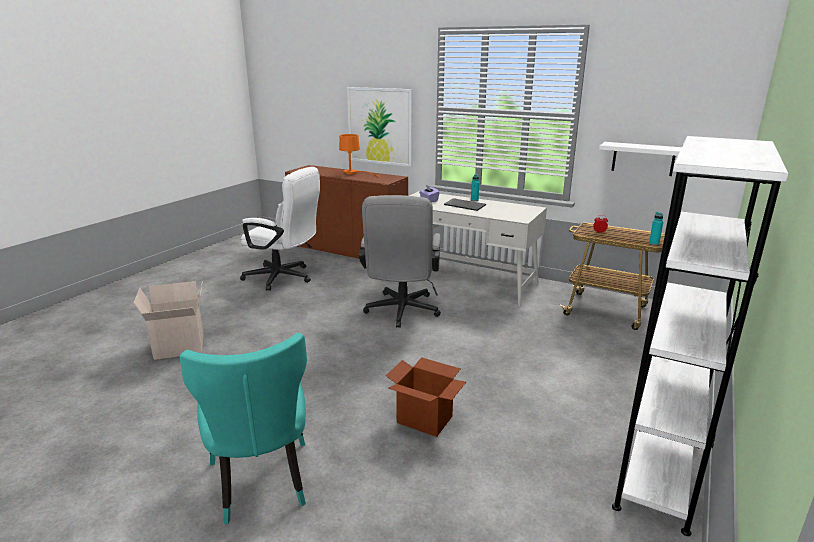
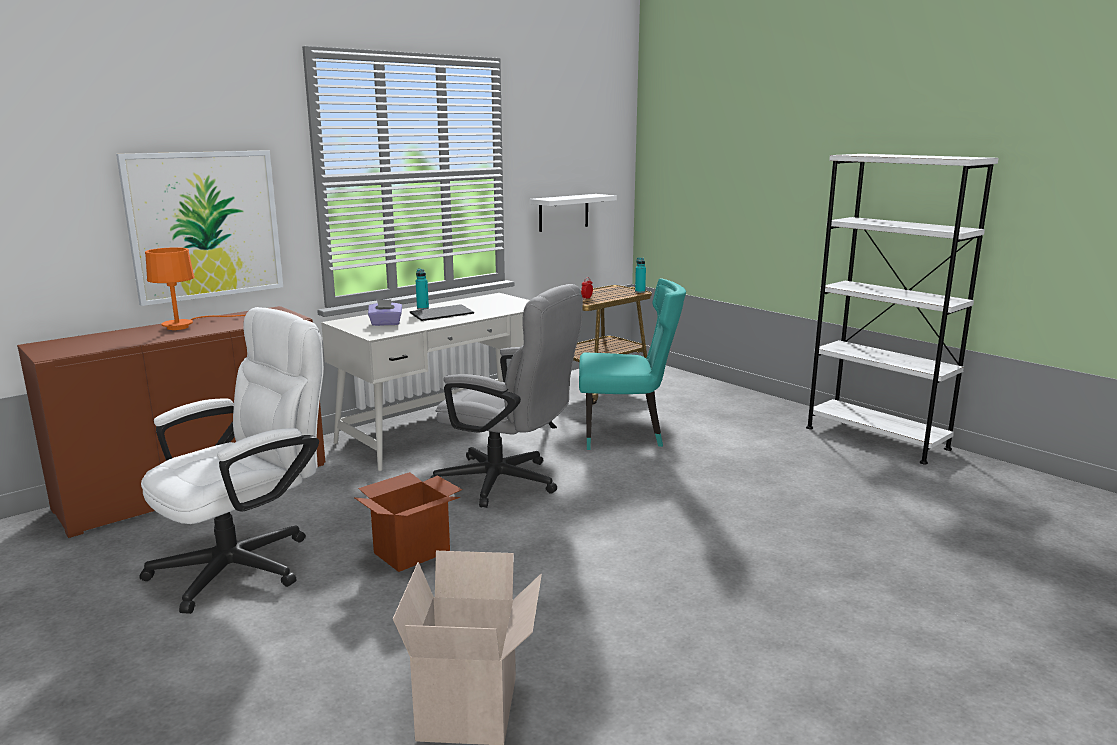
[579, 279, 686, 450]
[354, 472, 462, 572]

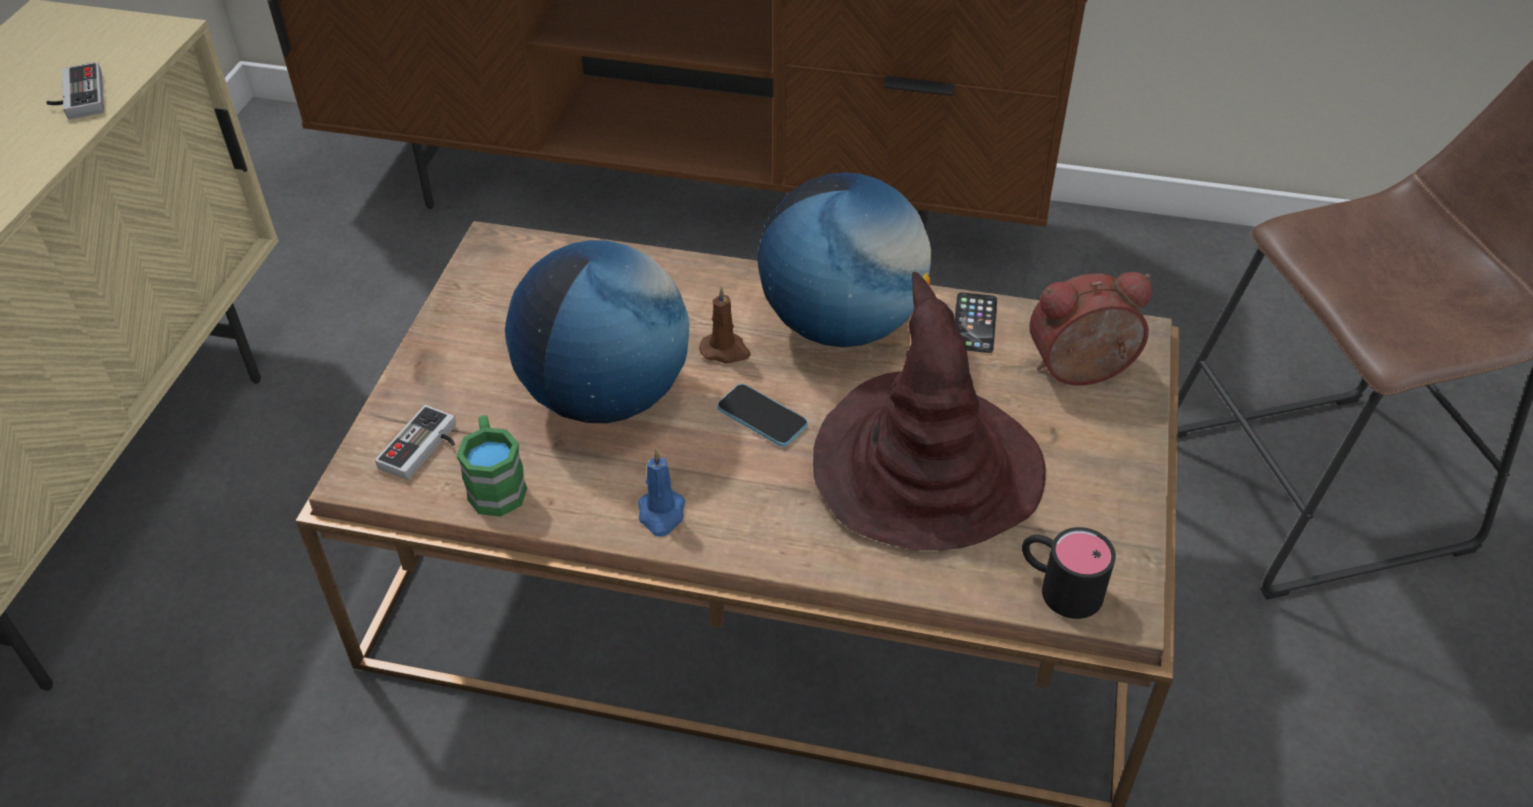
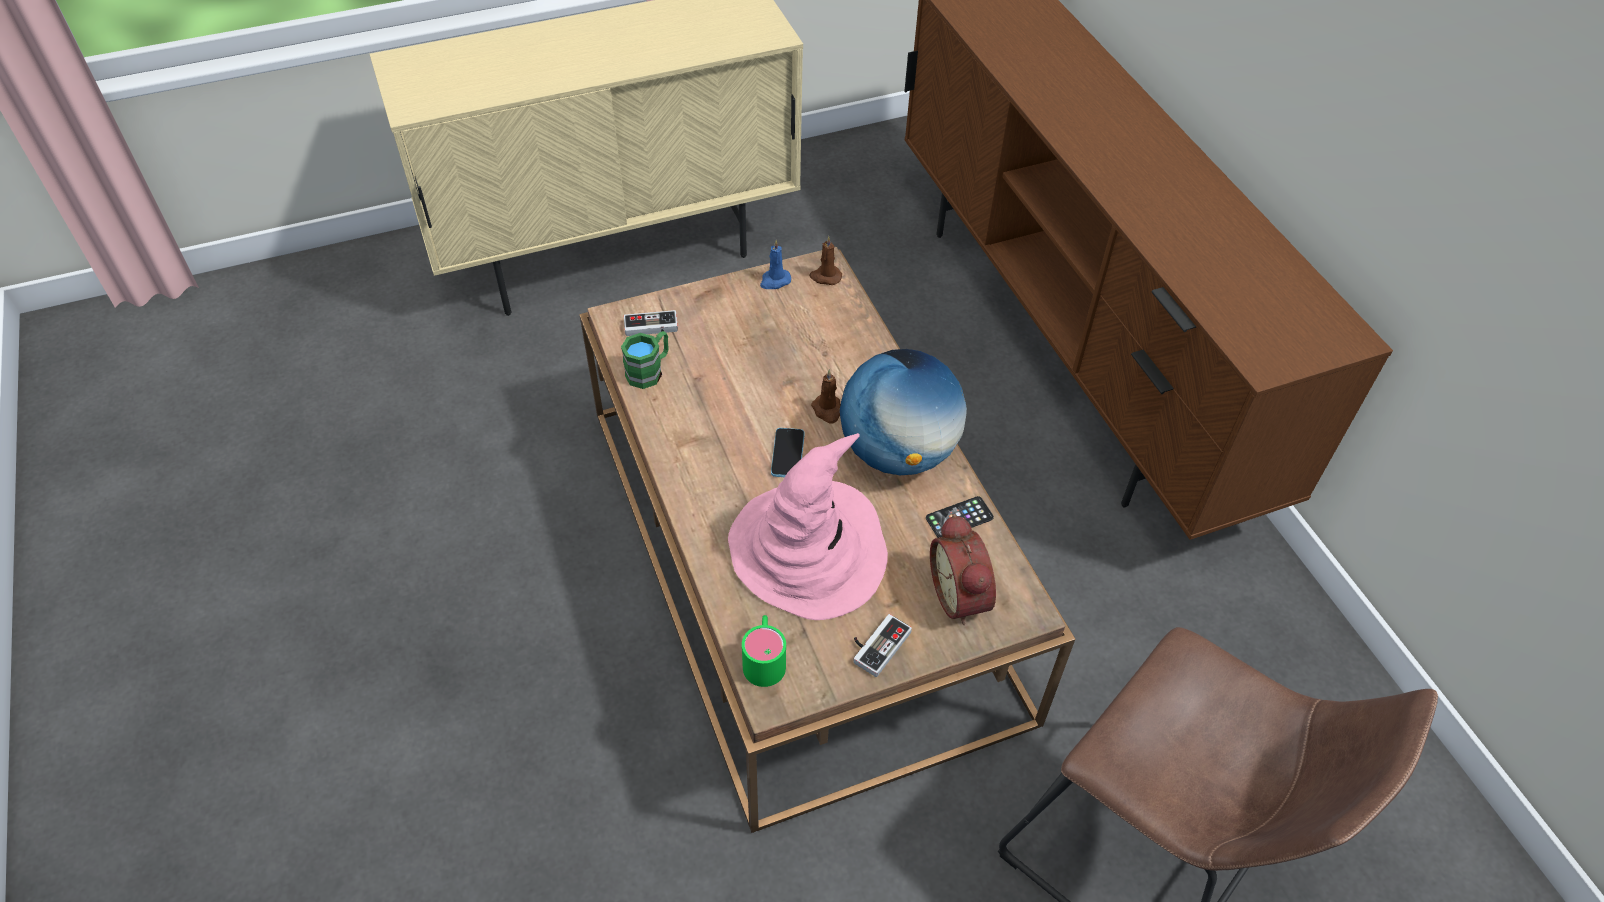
[853, 614, 912, 677]
[505, 240, 689, 423] (first image)
[760, 240, 791, 289]
[728, 433, 888, 620]
[742, 615, 786, 687]
[930, 514, 996, 625]
[809, 236, 842, 285]

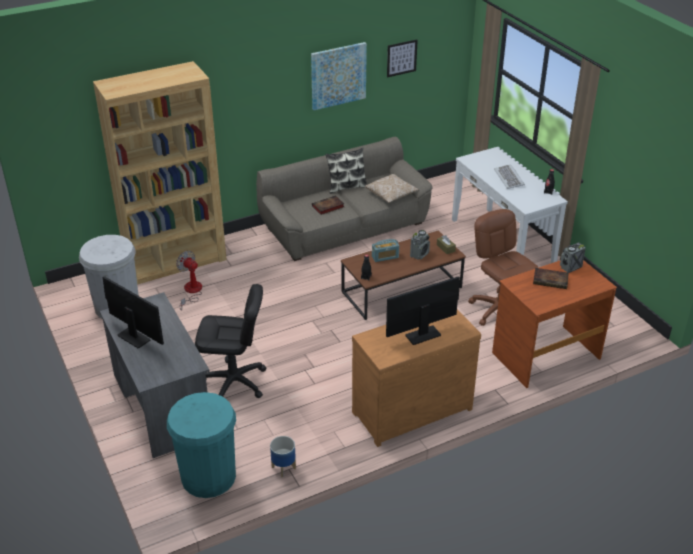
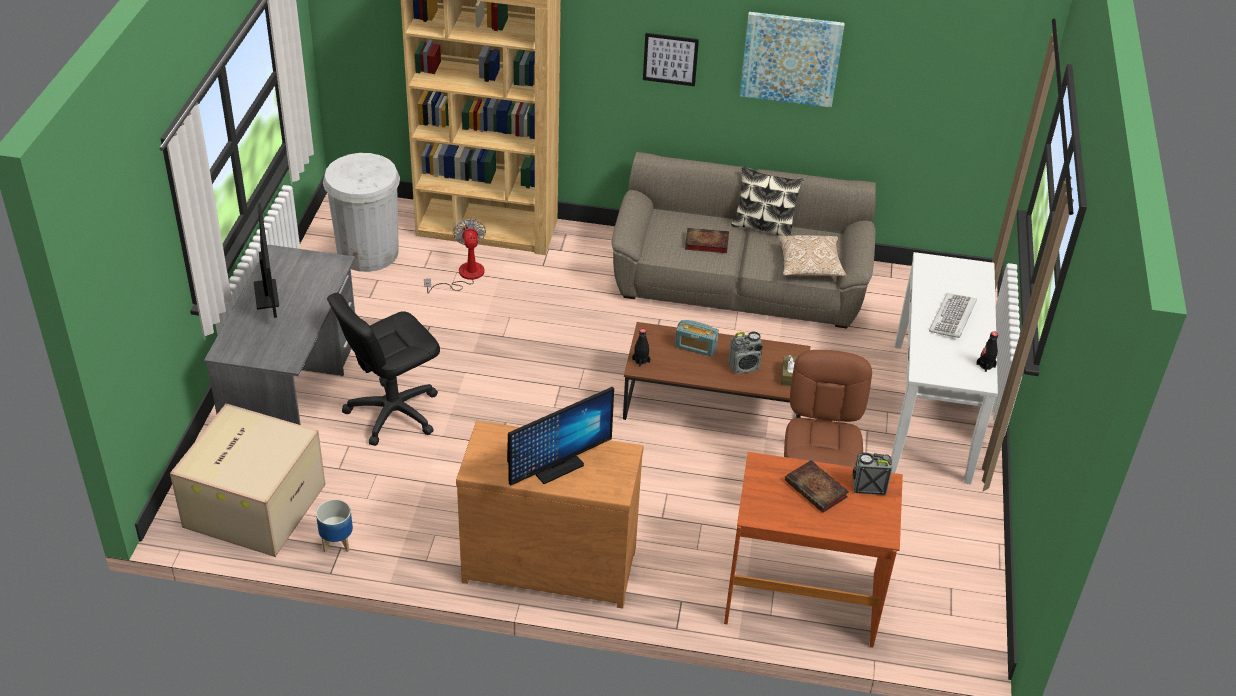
[170, 403, 326, 557]
[327, 292, 440, 446]
[507, 387, 614, 486]
[643, 33, 699, 86]

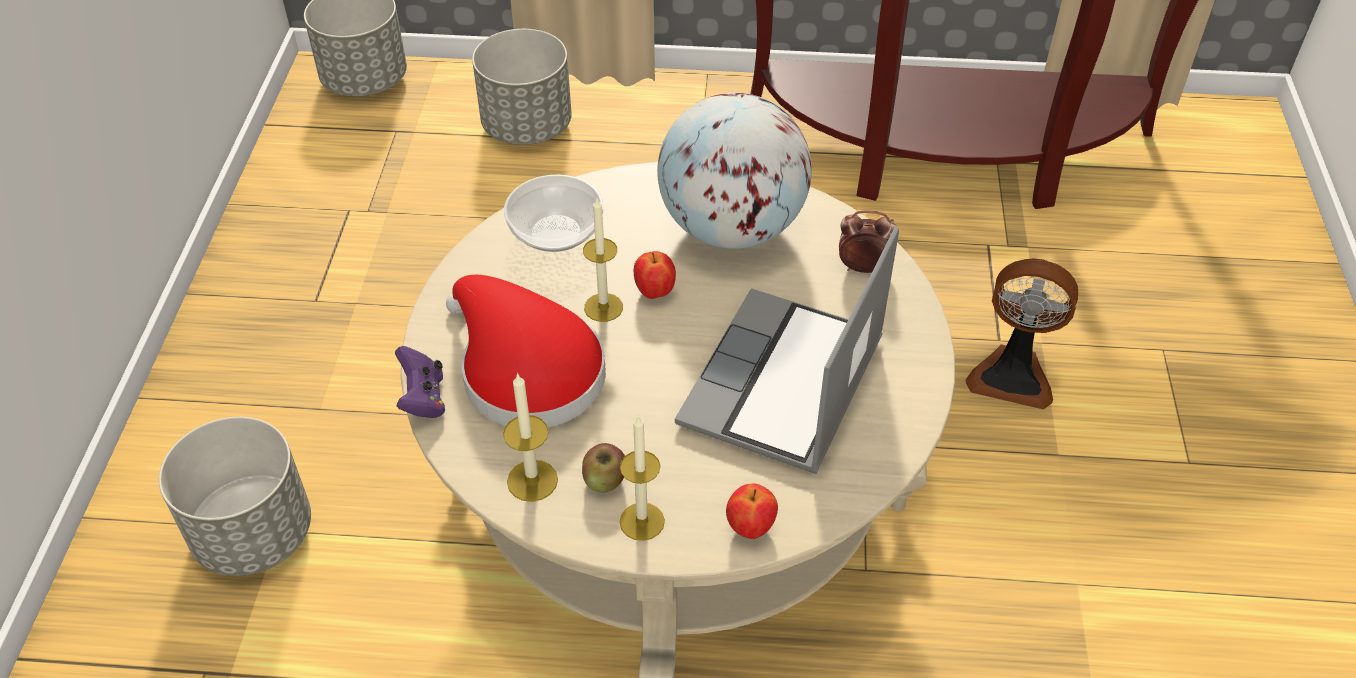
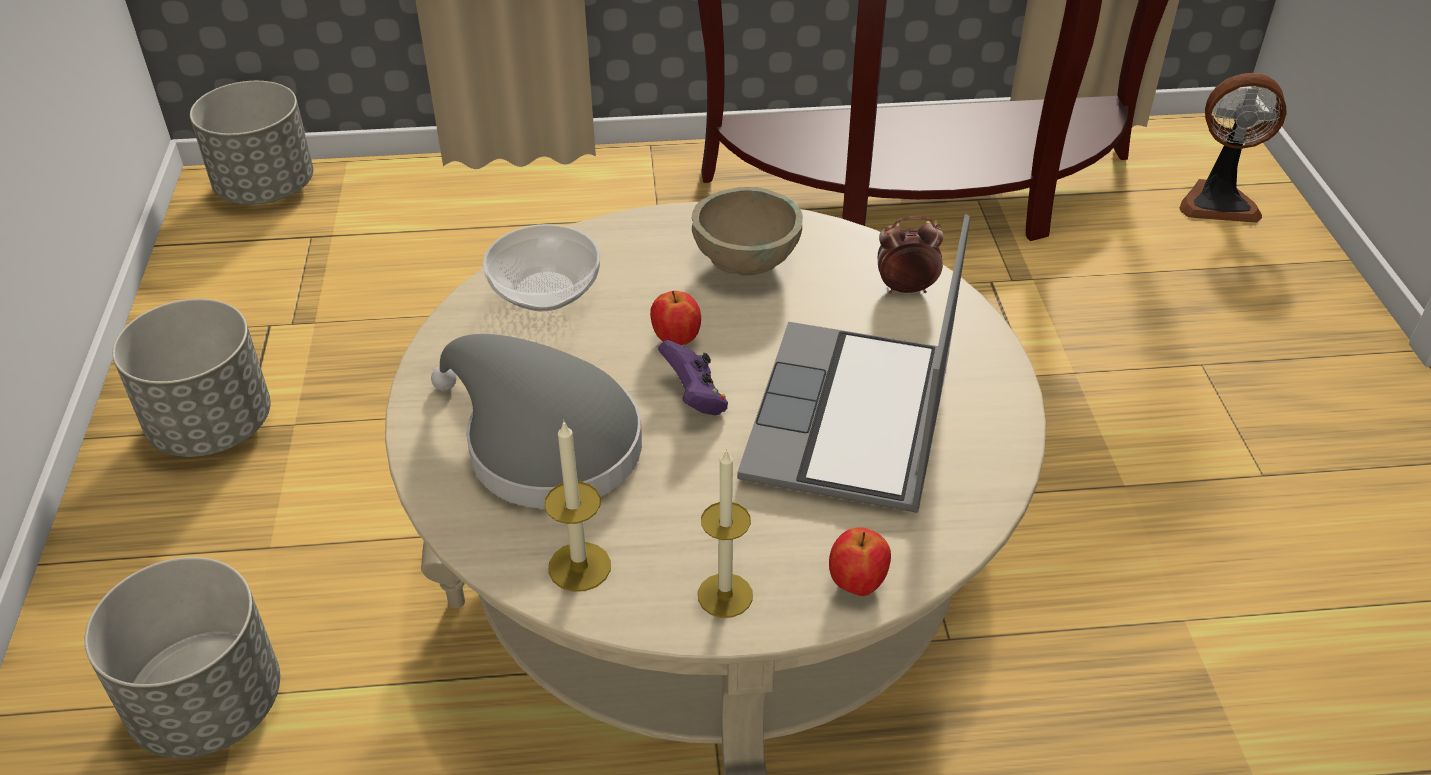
[658, 340, 728, 415]
[431, 334, 642, 509]
[112, 299, 271, 457]
[582, 443, 625, 493] (first image)
[583, 198, 623, 322] (first image)
[692, 187, 803, 276]
[1179, 73, 1287, 223]

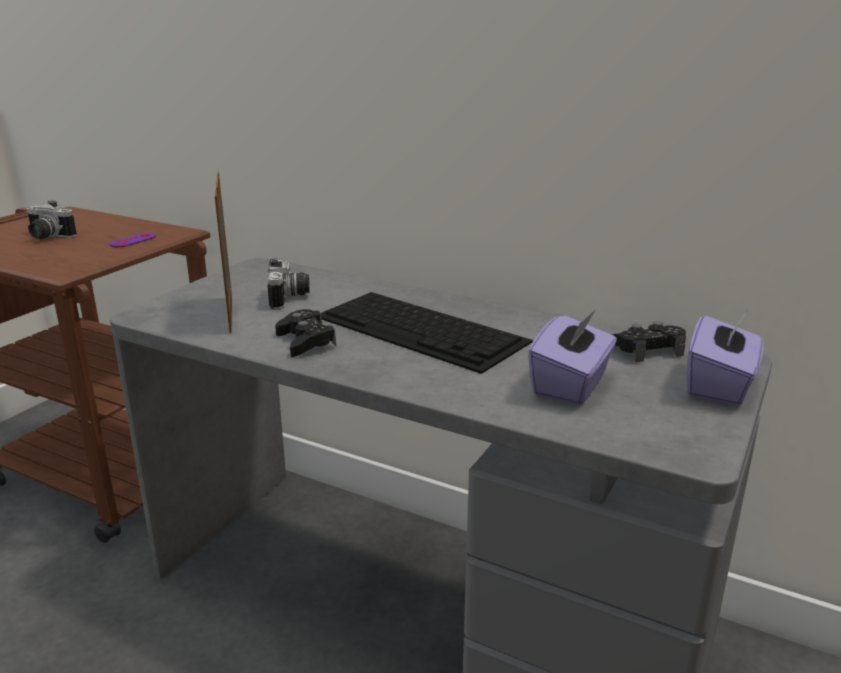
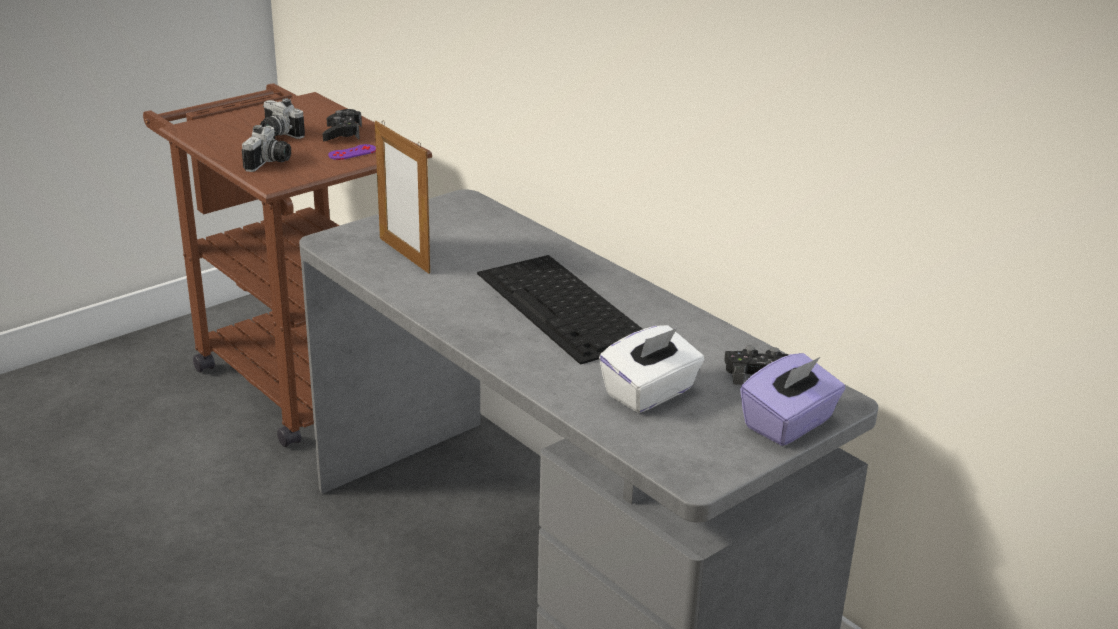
[375, 120, 430, 274]
[242, 125, 291, 172]
[323, 109, 362, 141]
[599, 325, 704, 413]

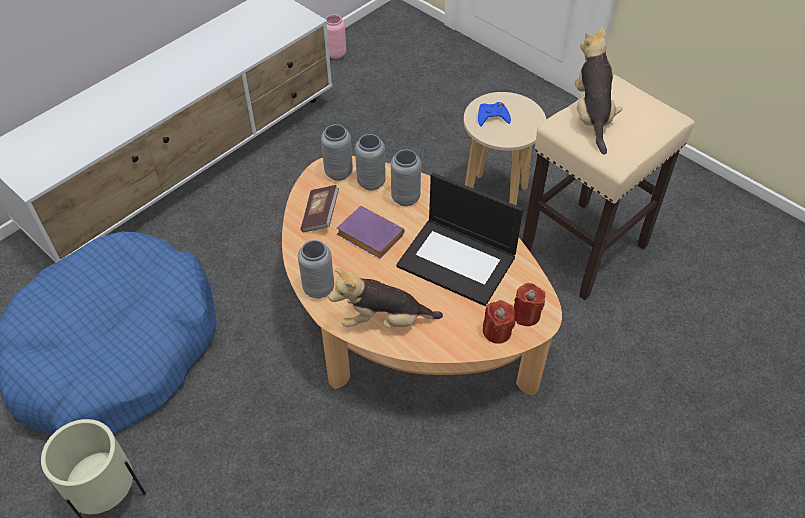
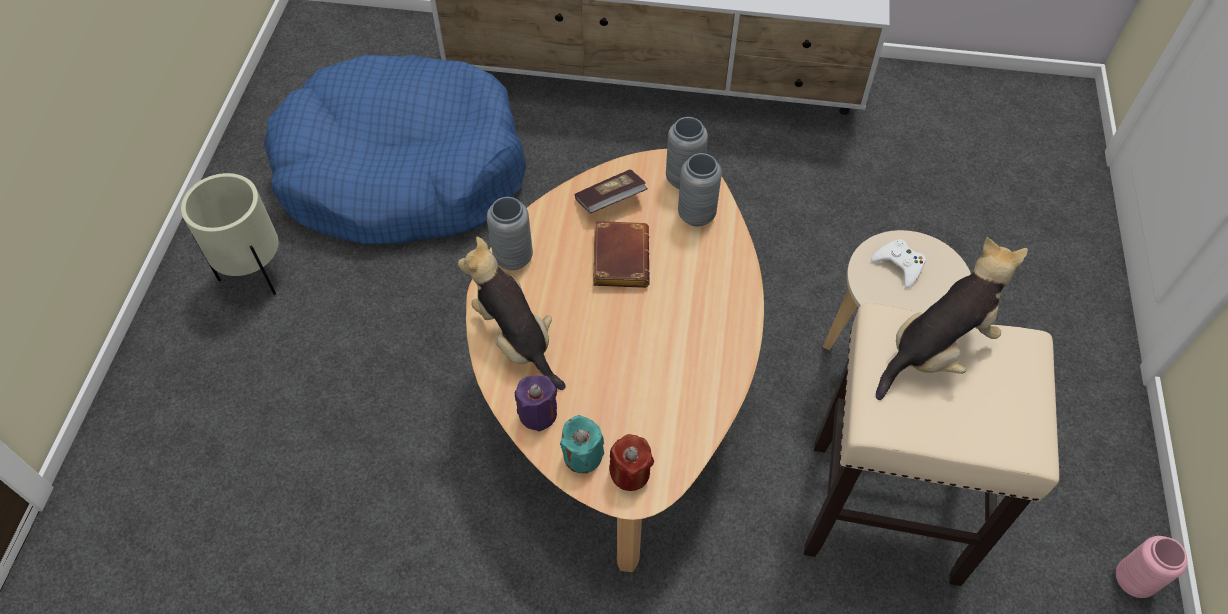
[1115, 536, 1187, 598]
[593, 221, 650, 288]
[391, 149, 421, 206] (first image)
[396, 173, 523, 306] (first image)
[871, 239, 926, 288]
[560, 415, 604, 473]
[515, 375, 557, 432]

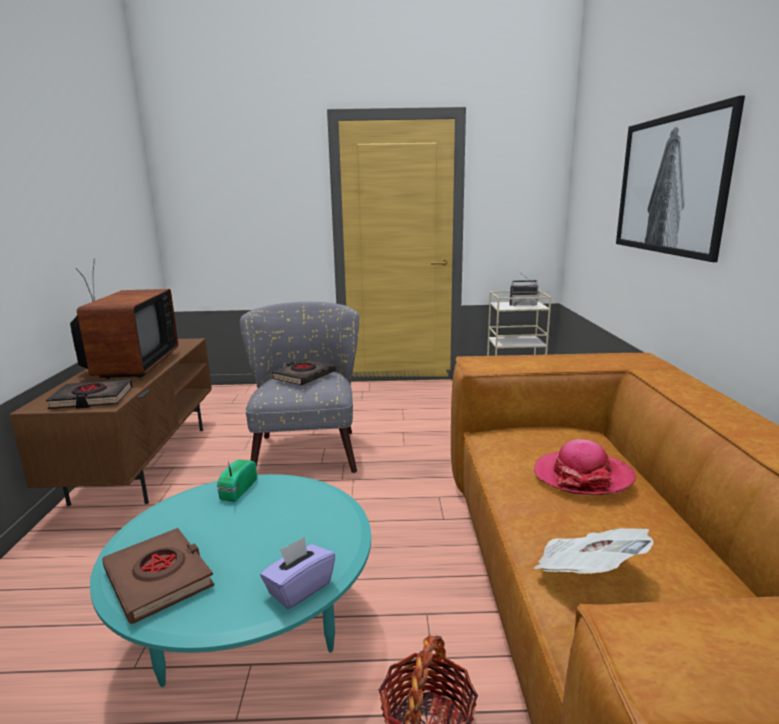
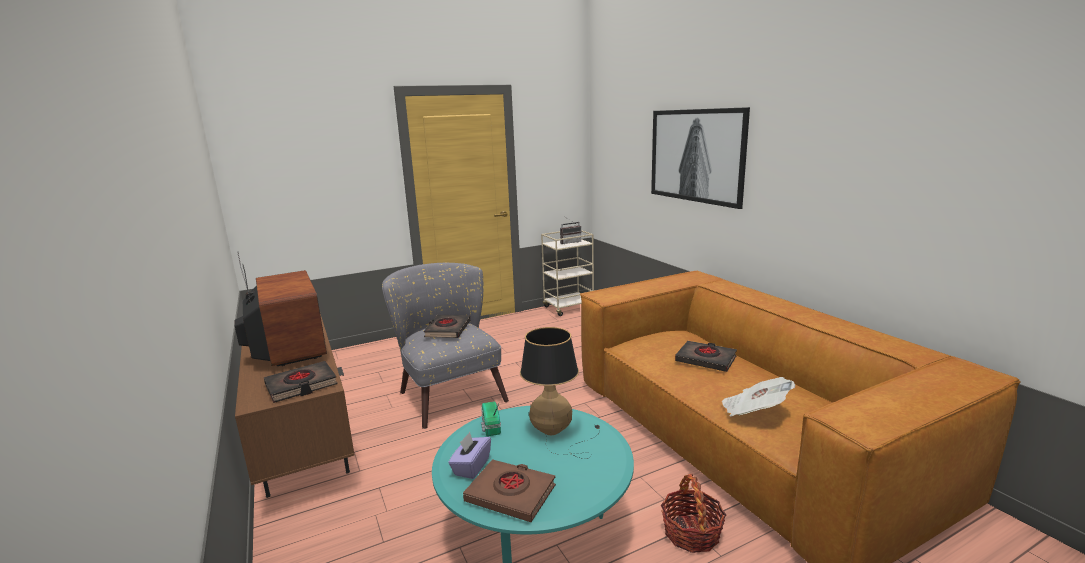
[448, 432, 491, 479]
[675, 341, 737, 372]
[520, 327, 600, 459]

